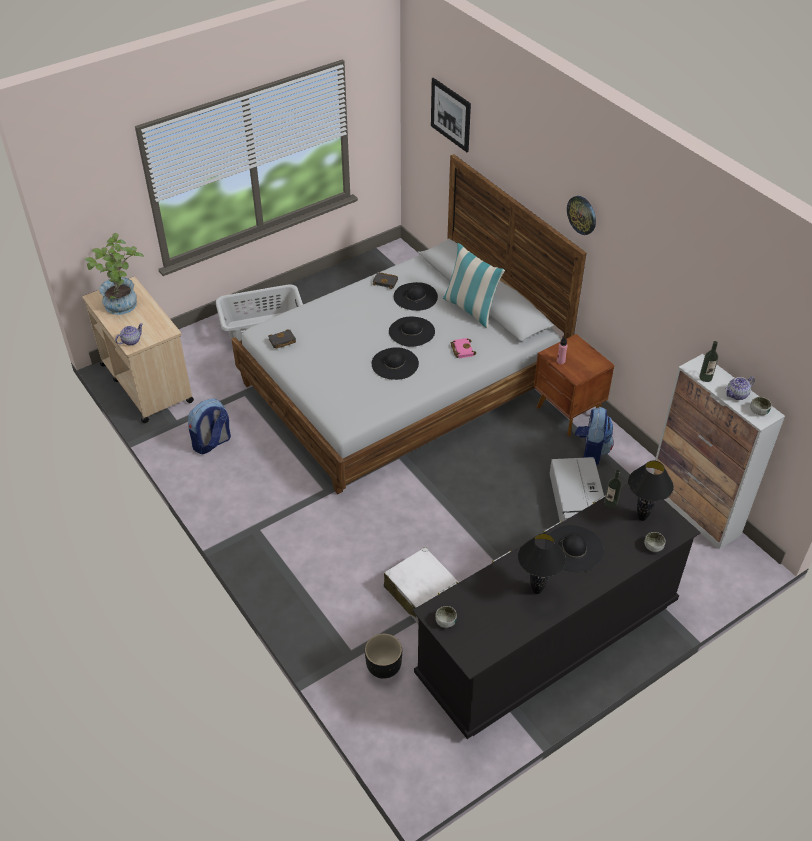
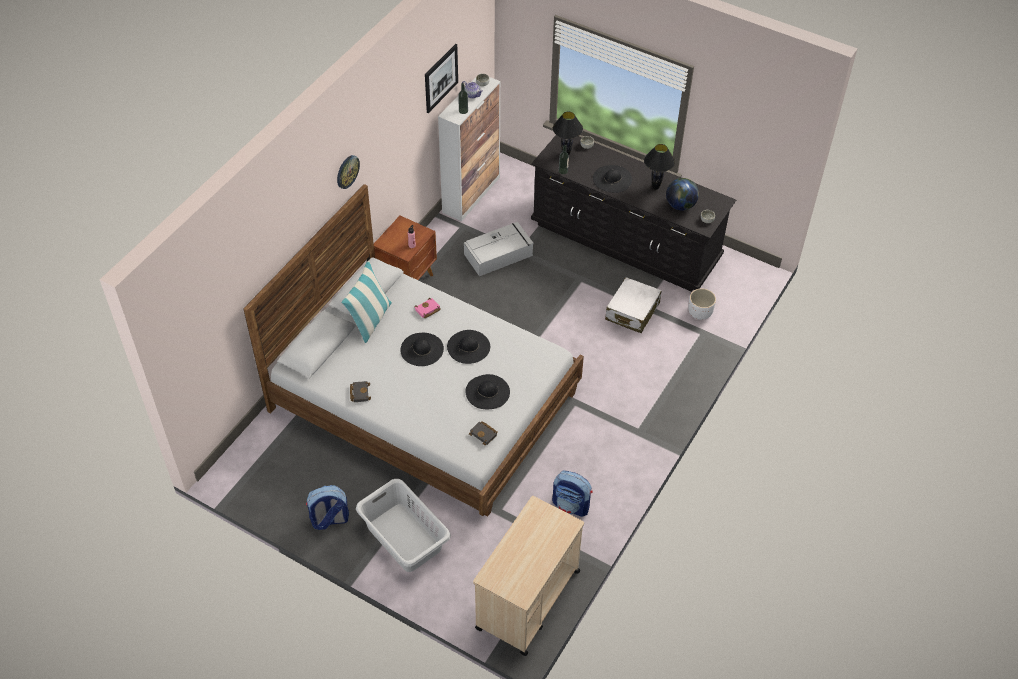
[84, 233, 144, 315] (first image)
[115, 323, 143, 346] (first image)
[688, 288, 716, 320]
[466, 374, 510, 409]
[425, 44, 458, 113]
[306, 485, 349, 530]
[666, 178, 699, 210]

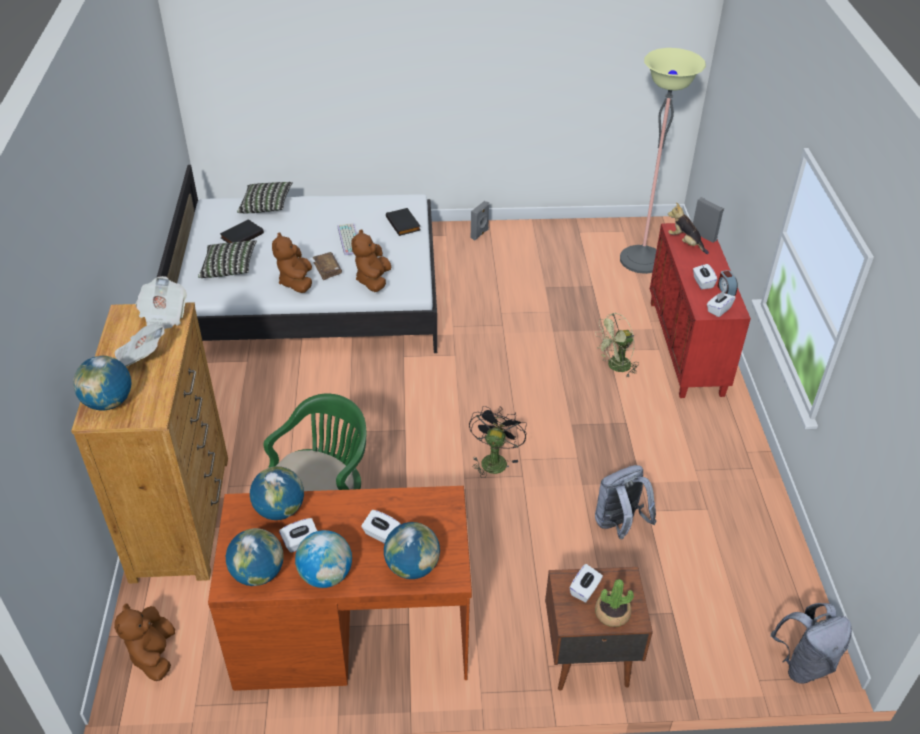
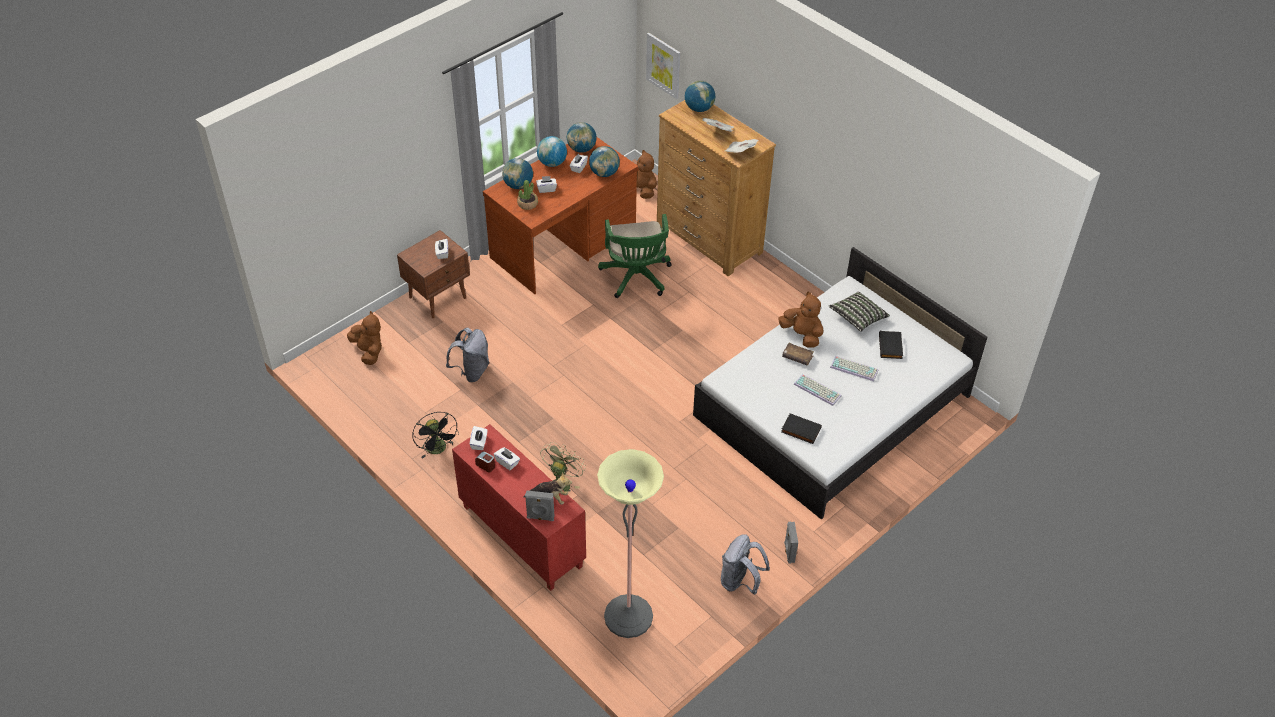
[237, 182, 293, 213] (first image)
[347, 311, 382, 365]
[412, 412, 459, 459]
[517, 180, 538, 210]
[721, 534, 770, 595]
[646, 33, 680, 99]
[830, 356, 878, 381]

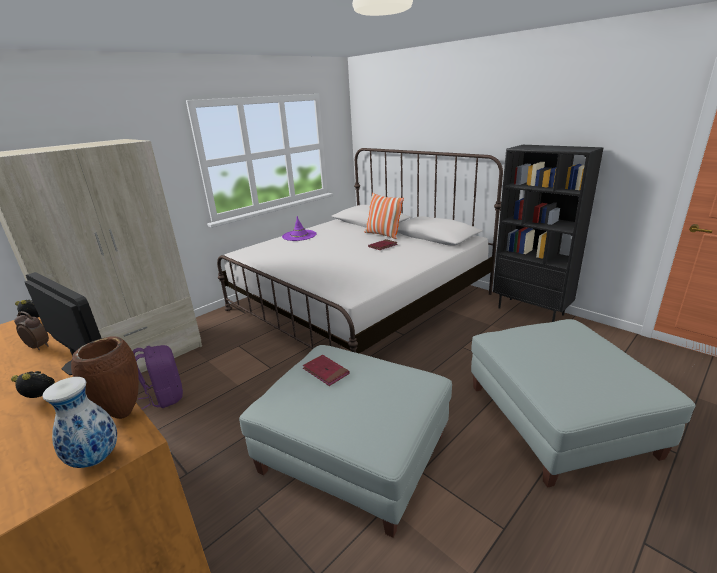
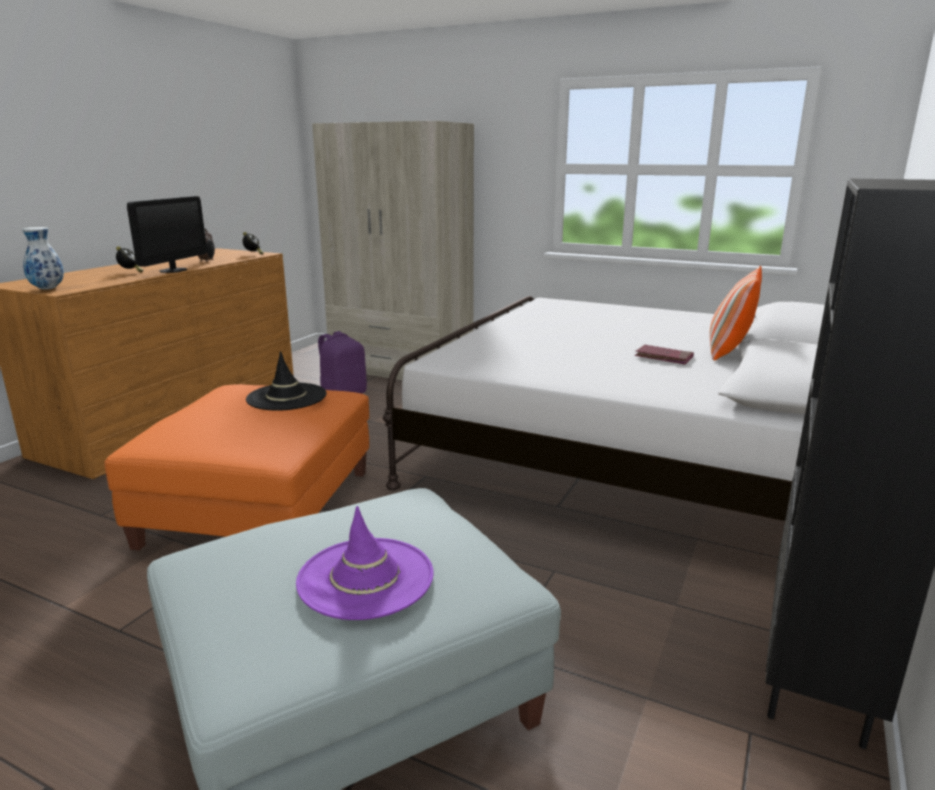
[71, 336, 139, 419] (first image)
[104, 384, 369, 550]
[296, 506, 434, 620]
[246, 351, 327, 411]

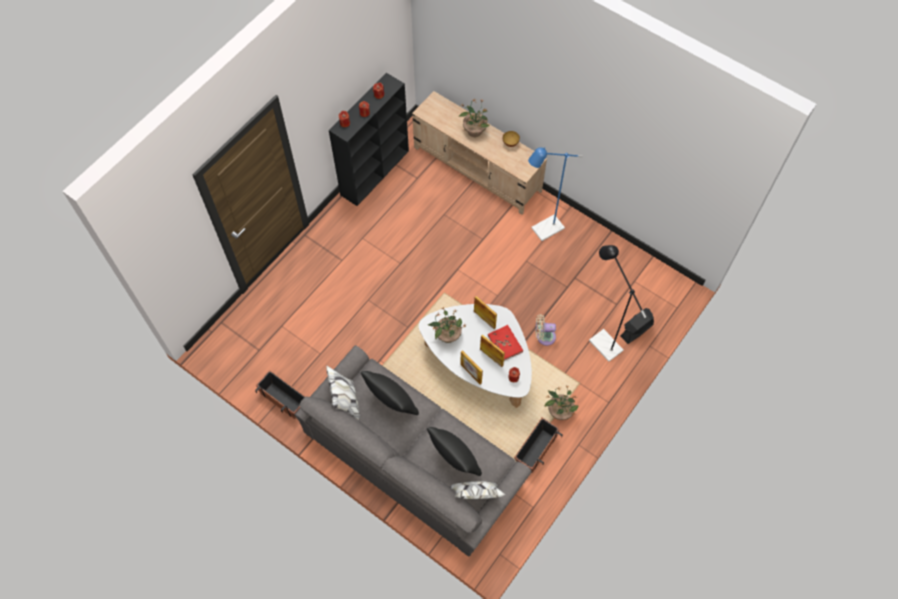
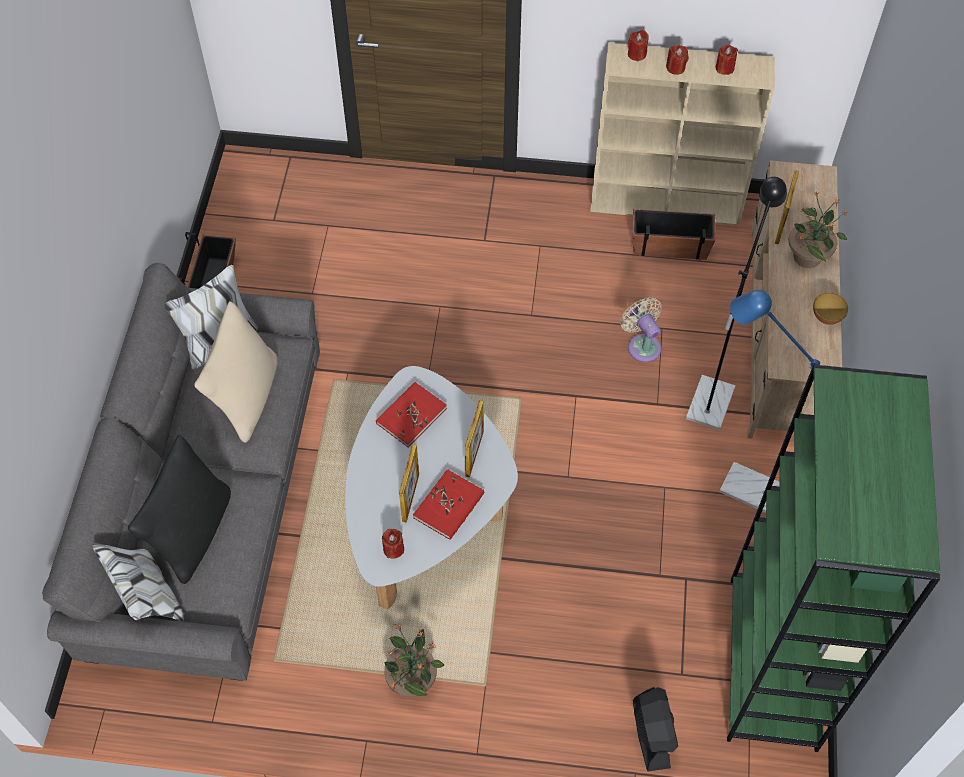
[590, 43, 775, 226]
[194, 301, 278, 443]
[376, 382, 447, 447]
[775, 170, 799, 245]
[632, 209, 715, 260]
[620, 297, 662, 362]
[686, 177, 787, 430]
[633, 687, 678, 771]
[727, 365, 940, 752]

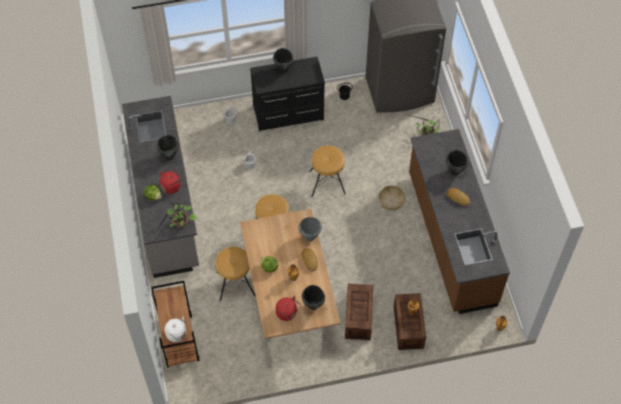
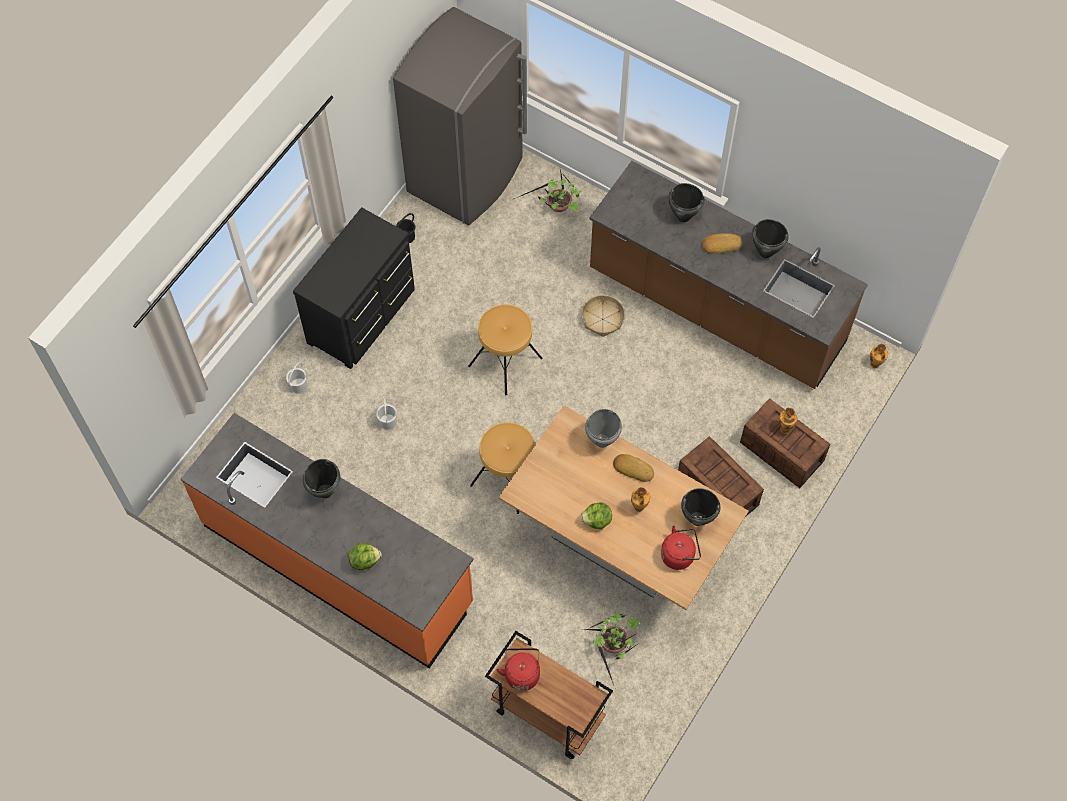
[181, 413, 474, 668]
[582, 611, 639, 685]
[497, 648, 540, 691]
[165, 316, 190, 342] (first image)
[216, 247, 255, 301] (first image)
[752, 219, 789, 258]

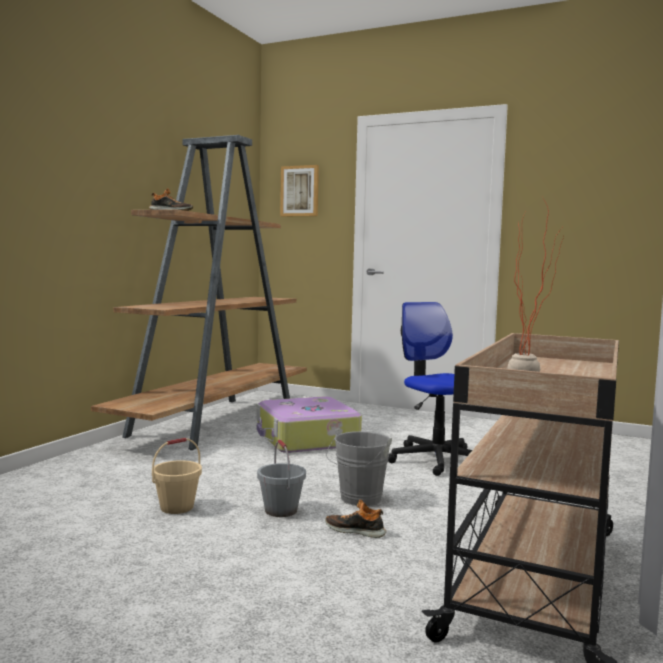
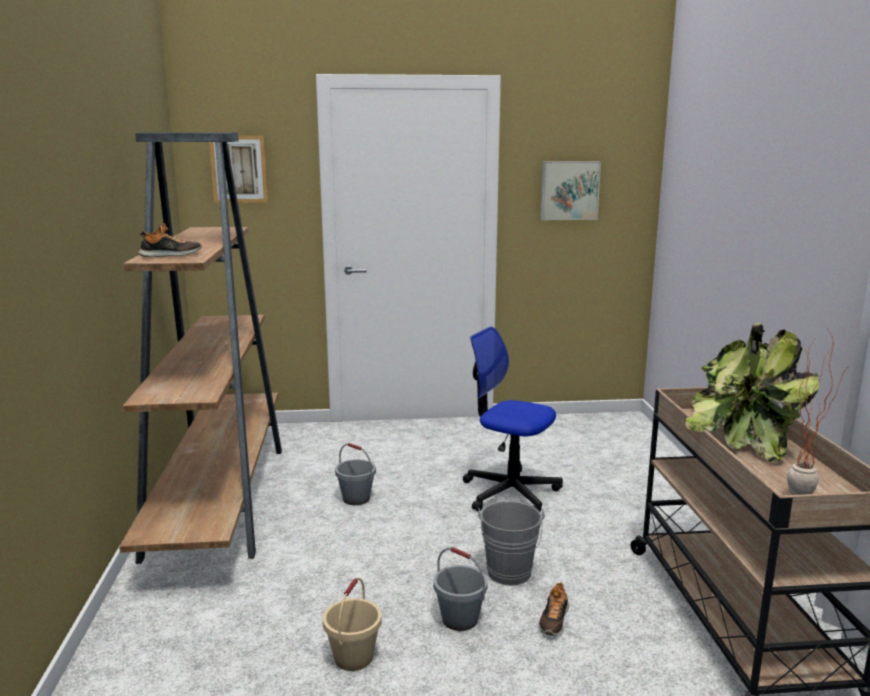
[335, 443, 376, 505]
[539, 582, 569, 636]
[540, 161, 601, 220]
[685, 322, 819, 462]

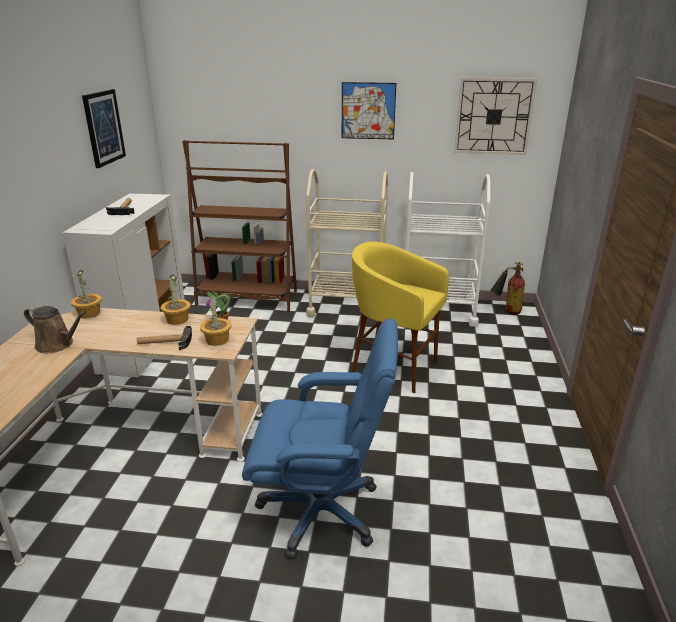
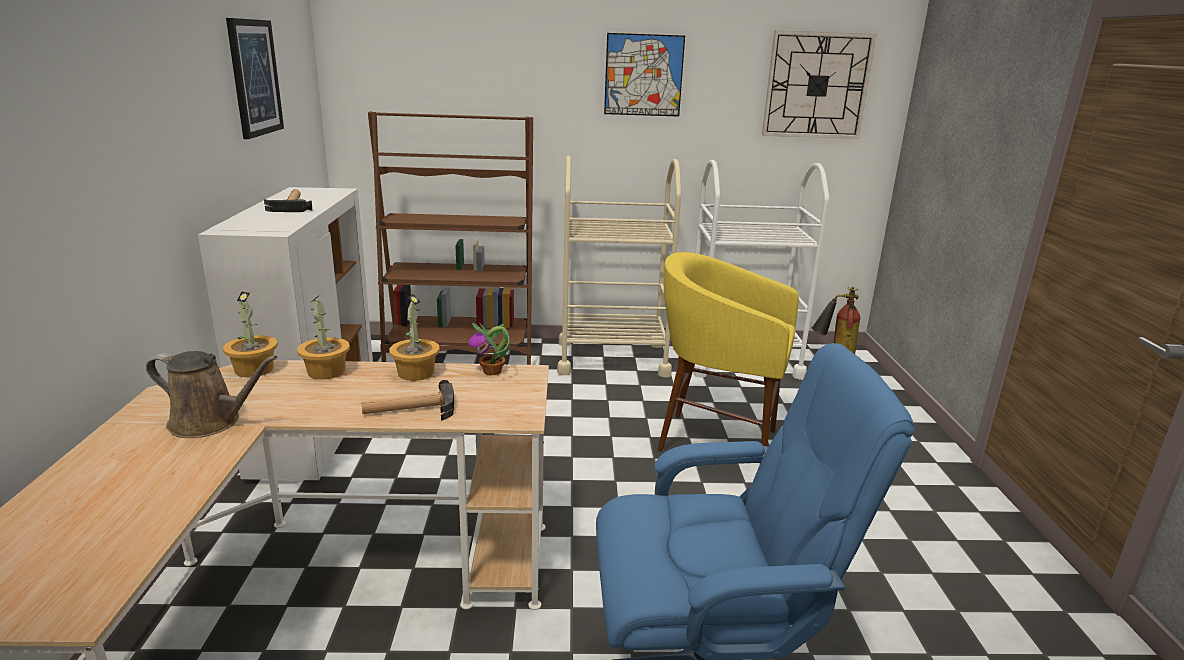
[297, 295, 350, 380]

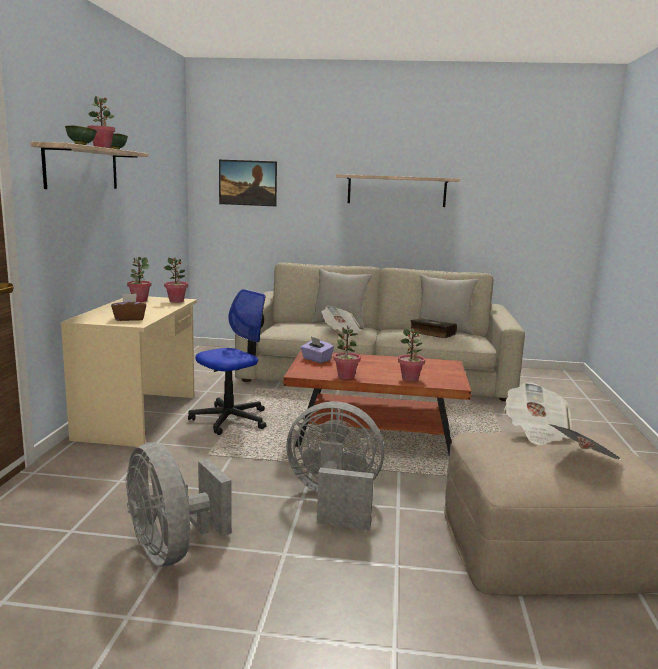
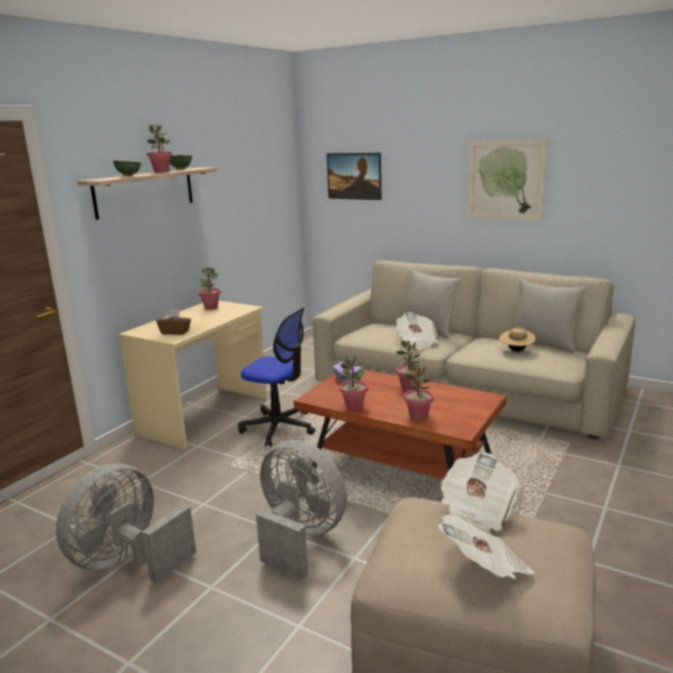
[56, 463, 196, 583]
[396, 340, 423, 392]
[238, 308, 315, 447]
[467, 139, 548, 221]
[499, 328, 536, 352]

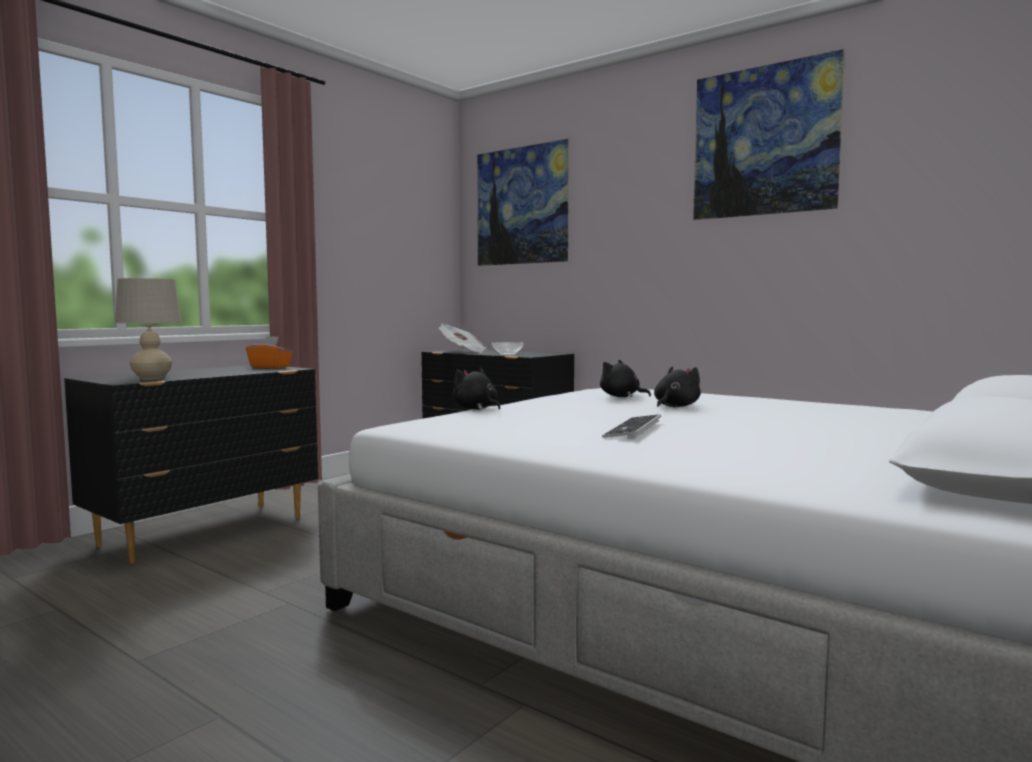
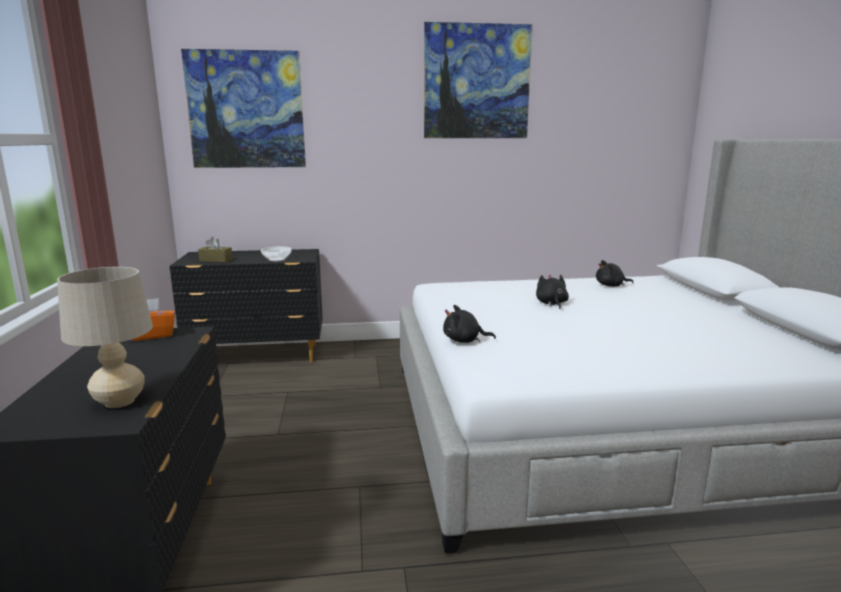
[198, 237, 233, 262]
[596, 260, 634, 287]
[602, 414, 661, 439] (first image)

